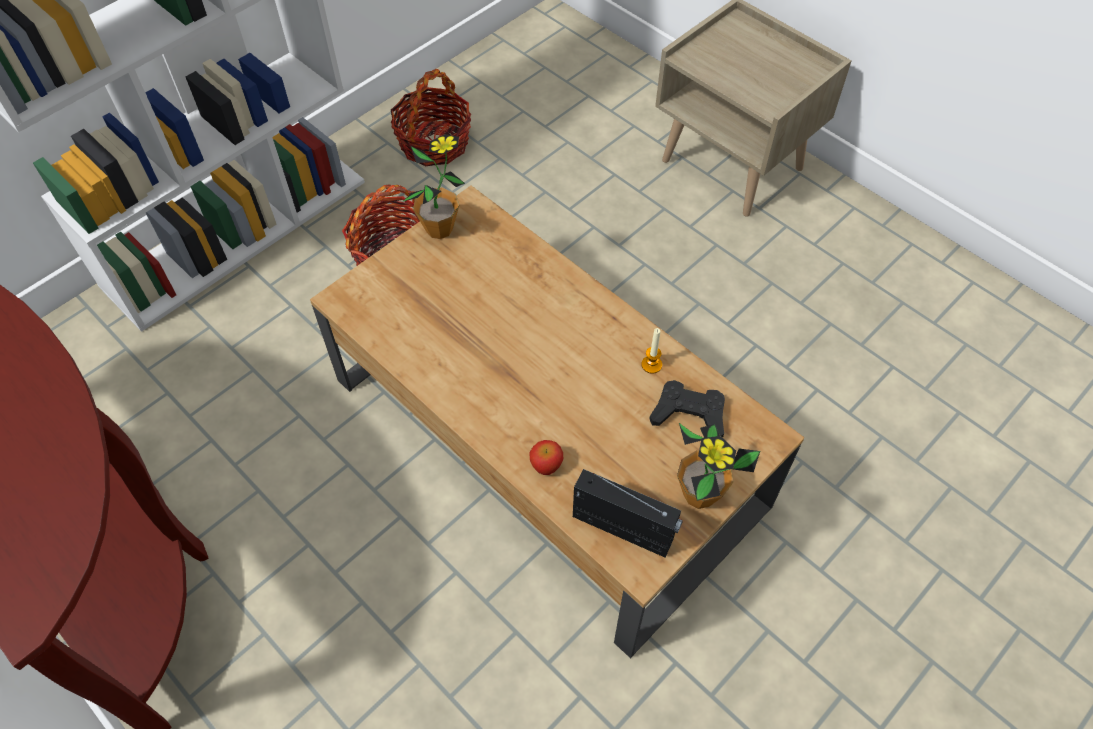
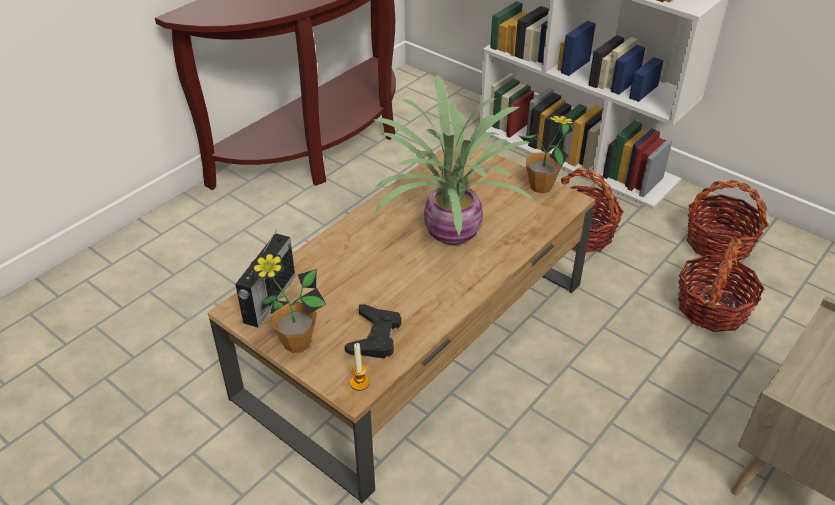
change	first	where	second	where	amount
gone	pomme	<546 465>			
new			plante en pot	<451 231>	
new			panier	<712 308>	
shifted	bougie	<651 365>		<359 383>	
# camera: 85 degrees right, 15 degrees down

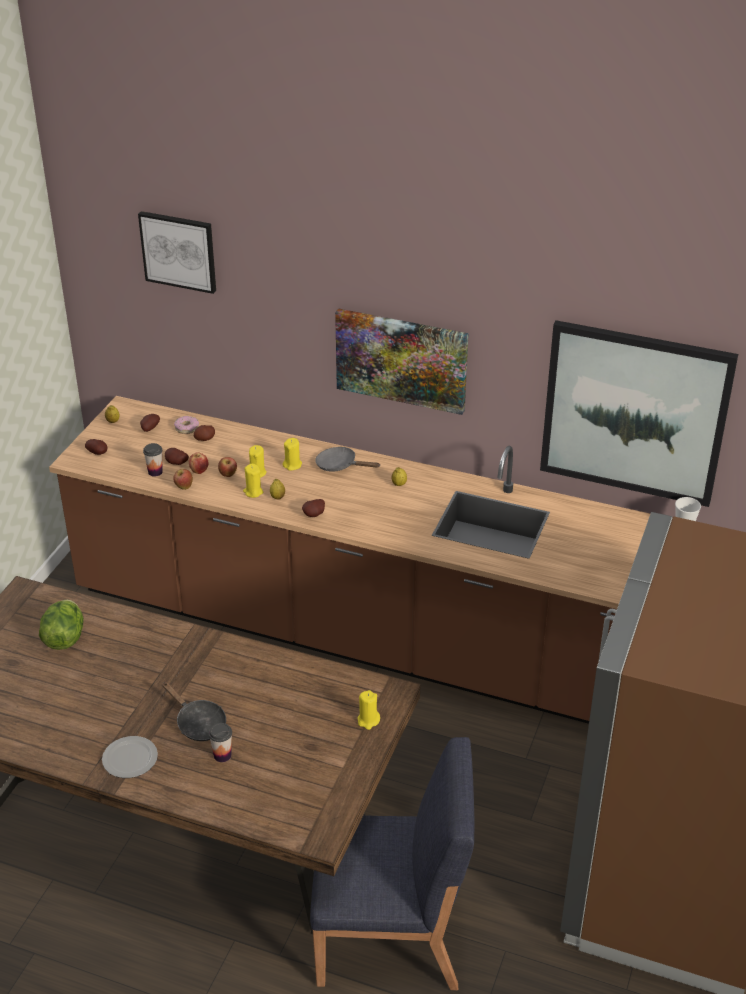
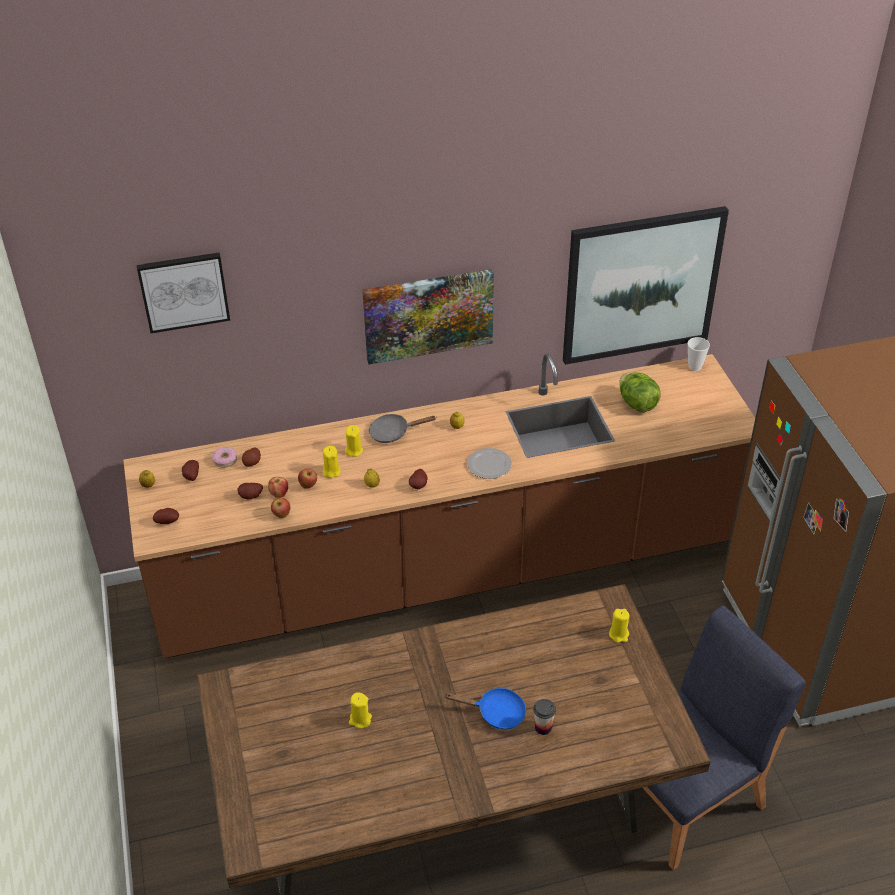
change	first	where	second	where	amount
gone	tasse	<155 472>			
shifted	laitue	<64 638>		<637 404>	
shifted	assiette	<131 758>		<489 464>	
shifted	bougie [jaune]	<253 492>		<360 719>	
repainted	poêle [noir]	<198 723>	poêle [bleu]	<496 713>	
# camera: 35 degrees left, 5 degrees up

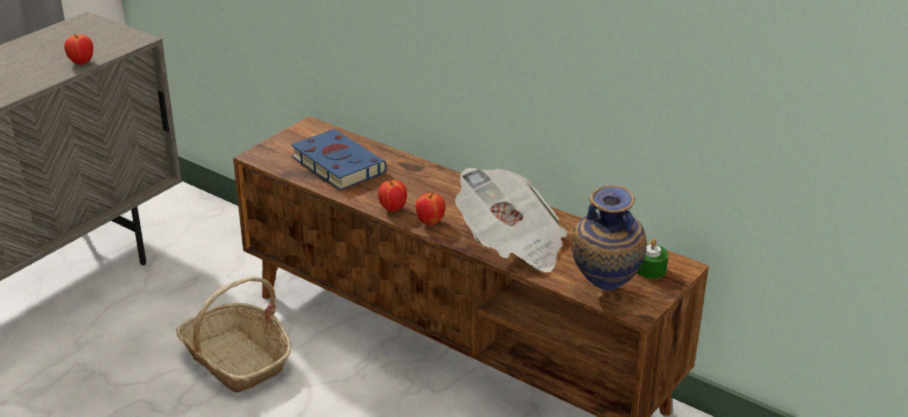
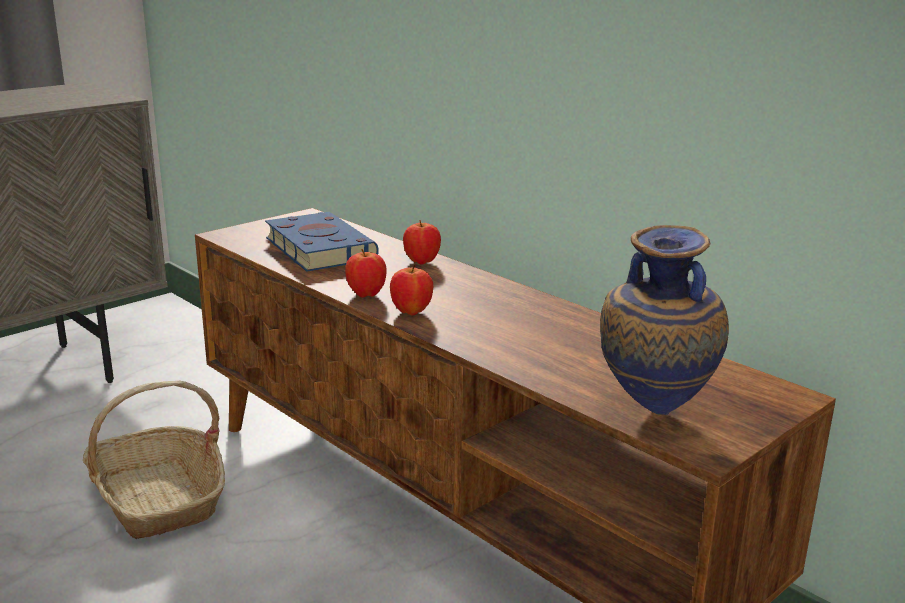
change	first	where	second	where	amount
gone	journal	<511 245>			
gone	bougie [vert]	<650 269>			
shifted	pomme	<81 62>		<421 262>	
# camera: 10 degrees right, 10 degrees down

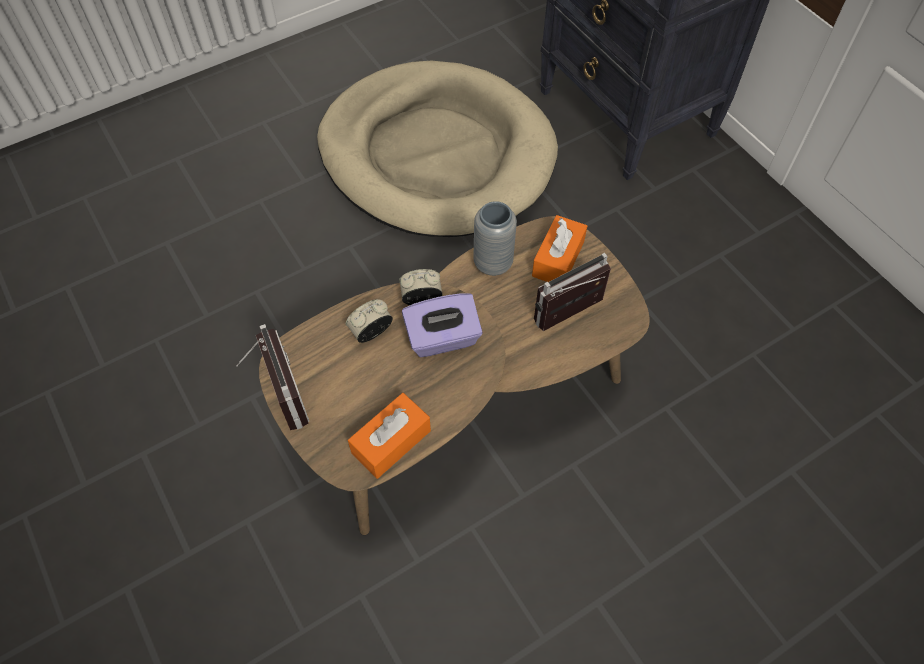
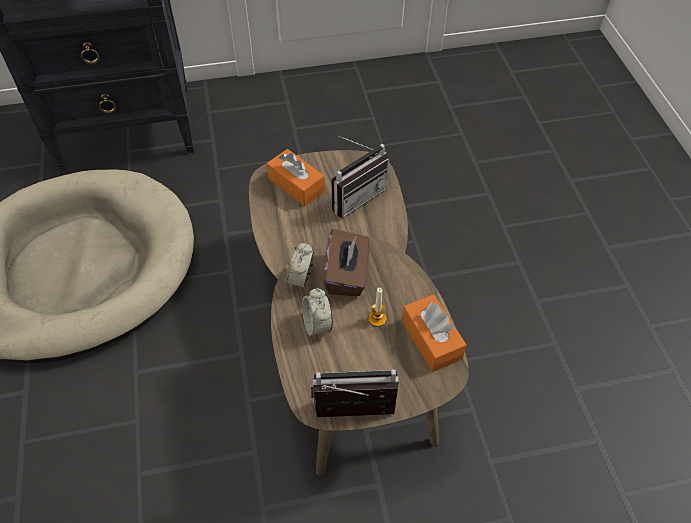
change	first	where	second	where	amount
gone	vase [gris]	<493 263>			
new			bougie	<377 319>	
repainted	boîte à mouchoirs [violet]	<443 338>	boîte à mouchoirs [marron]	<347 275>	
rotated	radio	<572 317>		<355 195>	120 degrees counterclockwise
# camera: 70 degrees left, 5 degrees down

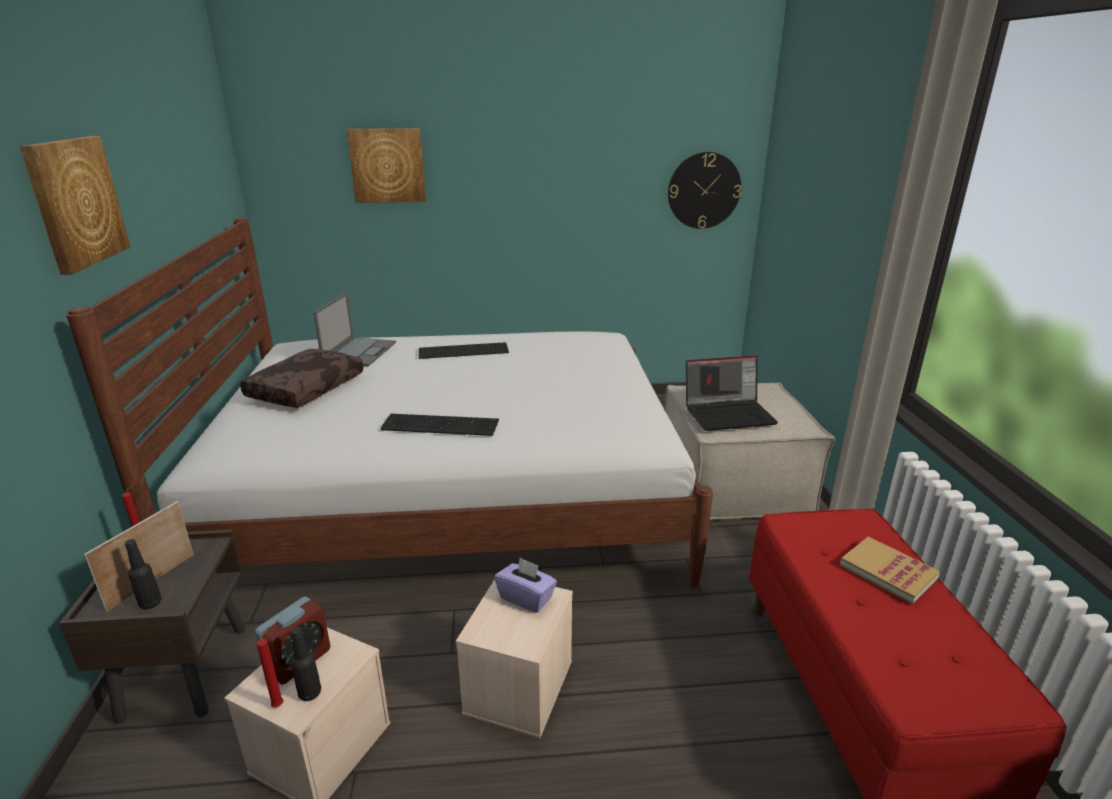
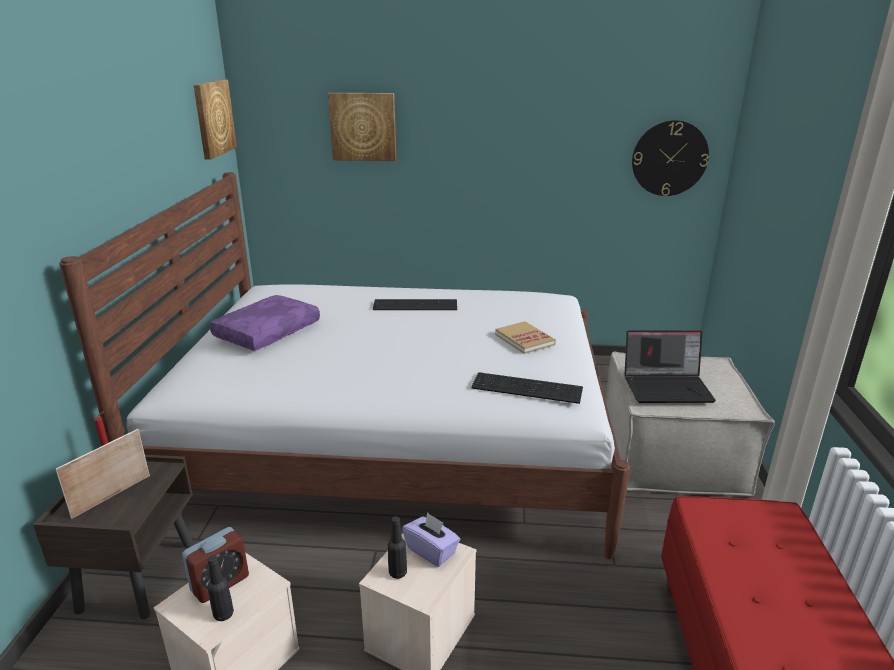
change	first	where	second	where	amount
gone	bougie [rouge]	<279 704>			
gone	ordinateur portable	<360 352>			
shifted	tableau	<75 202>		<213 118>	
shifted	bouteille [noir]	<150 603>		<398 573>	
shifted	clavier	<439 424>		<526 387>	
shifted	livre	<888 572>		<524 339>	
repainted	coussin [marron]	<306 388>	coussin [violet]	<267 332>	
# camera: 10 degrees right, 0 degrees up

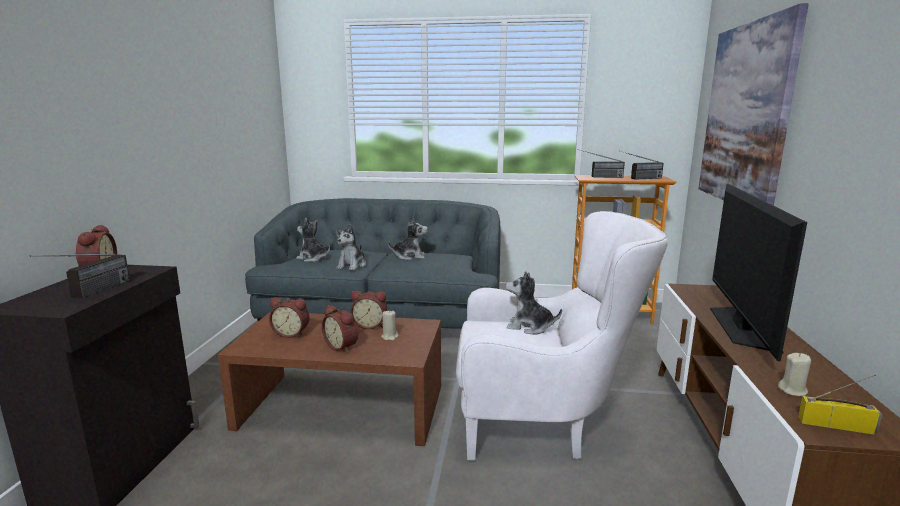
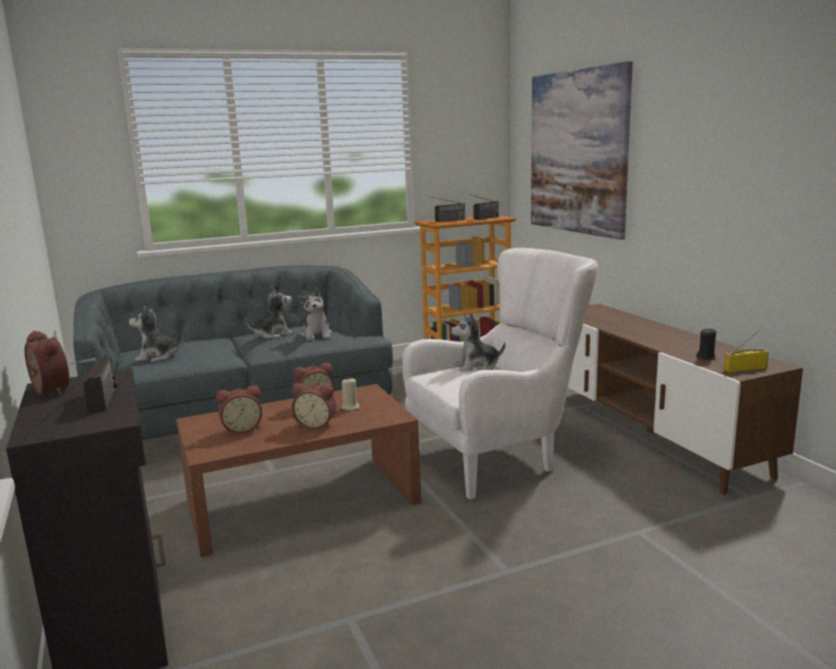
change	first	where	second	where	amount
gone	téléviseur	<741 326>			
shifted	peluche	<352 265>		<317 335>	
repainted	bougie [beige]	<792 390>	bougie [noir]	<706 357>	
# camera: 30 degrees left, 0 degrees up

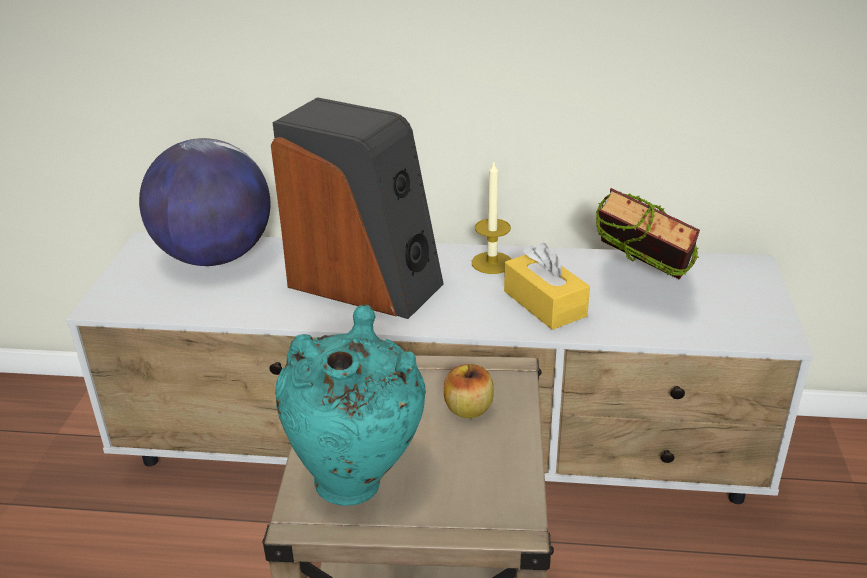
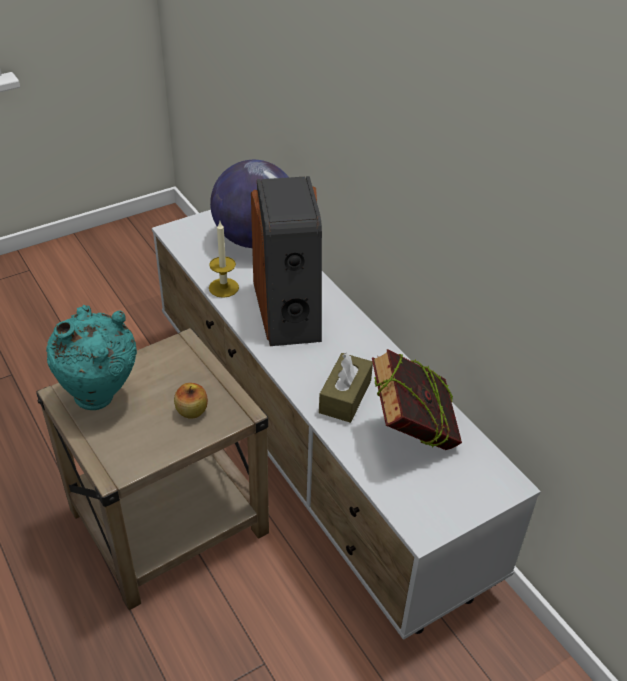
change	first	where	second	where	amount
shifted	bougie	<492 263>		<223 287>	
repainted	boîte à mouchoirs [jaune]	<544 304>	boîte à mouchoirs [marron]	<345 396>	
# camera: 50 degrees right, 10 degrees up

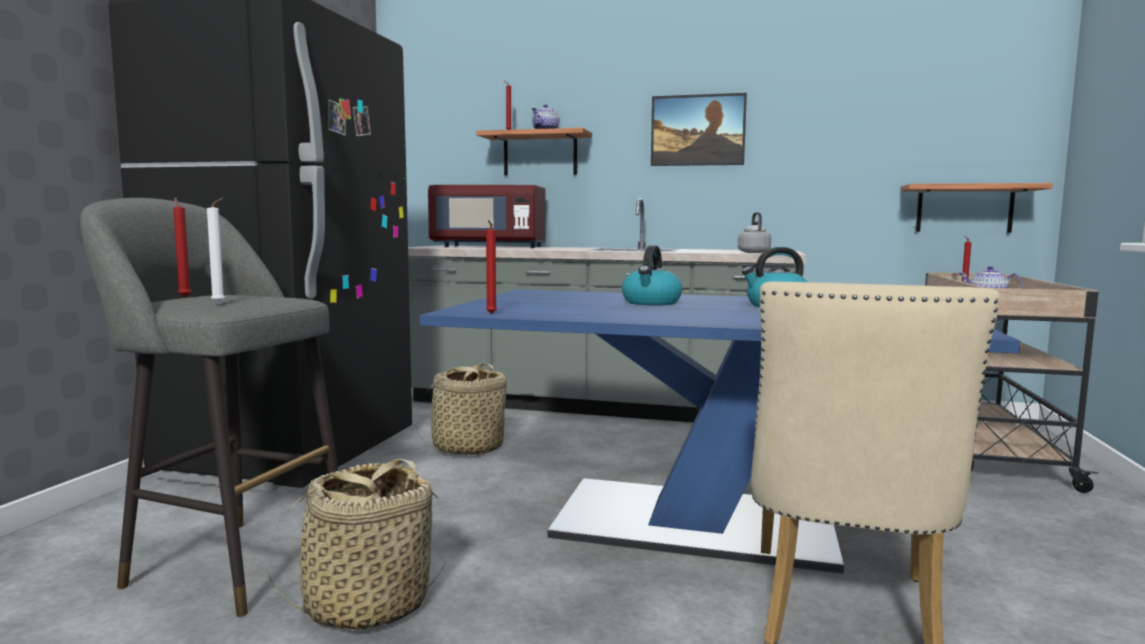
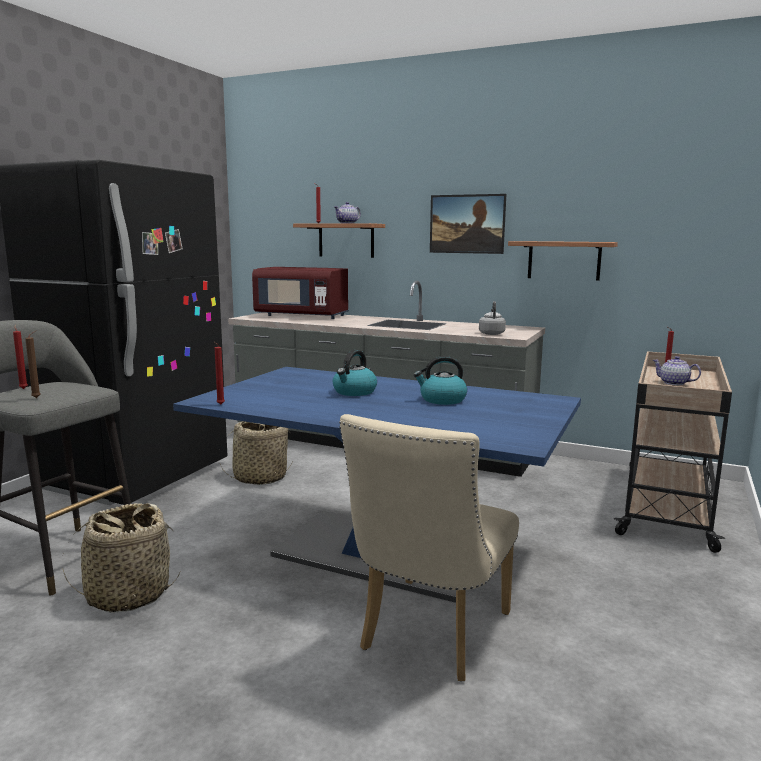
change	first	where	second	where	amount
shifted	étagère	<964 209>		<564 260>	
repainted	bougie [blanc]	<220 303>	bougie [marron]	<38 397>	
# camera: 10 degrees right, 5 degrees up

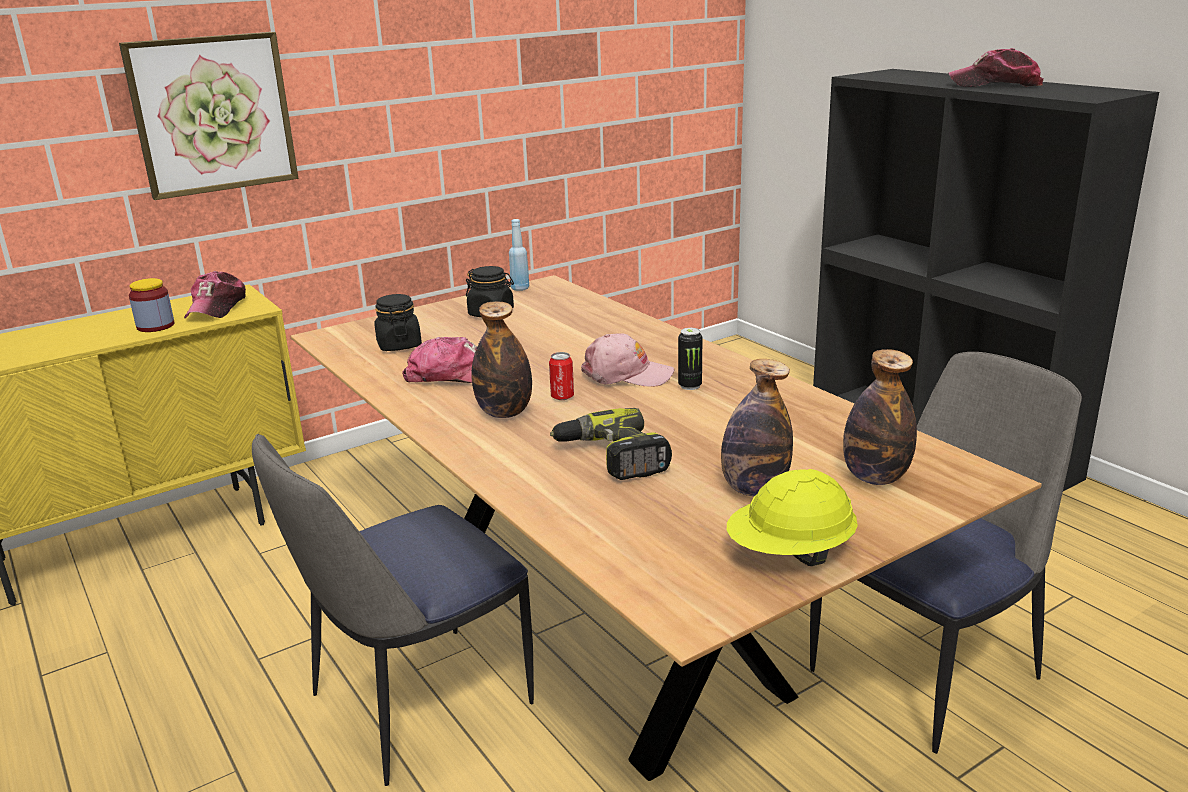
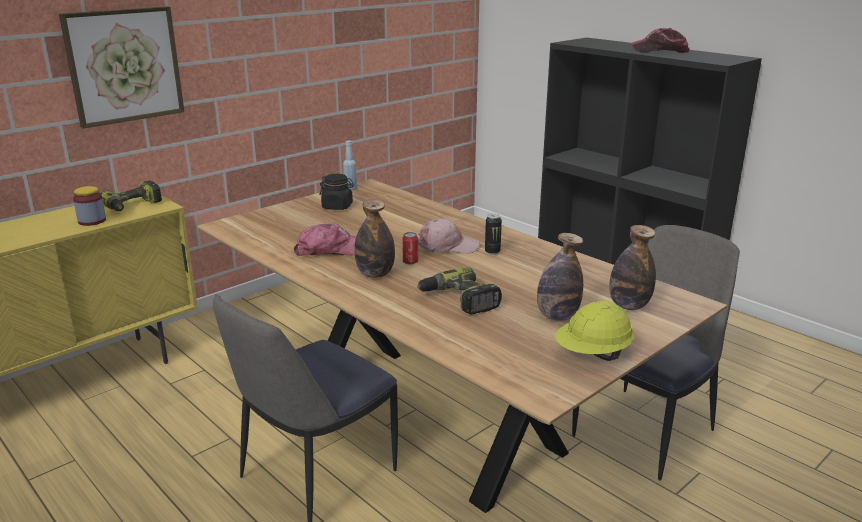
change	first	where	second	where	amount
gone	bocal [noir]	<399 345>			
swapped	casquette	<217 307>	perceuse	<133 206>	
# camera: 10 degrees left, 0 degrees up

